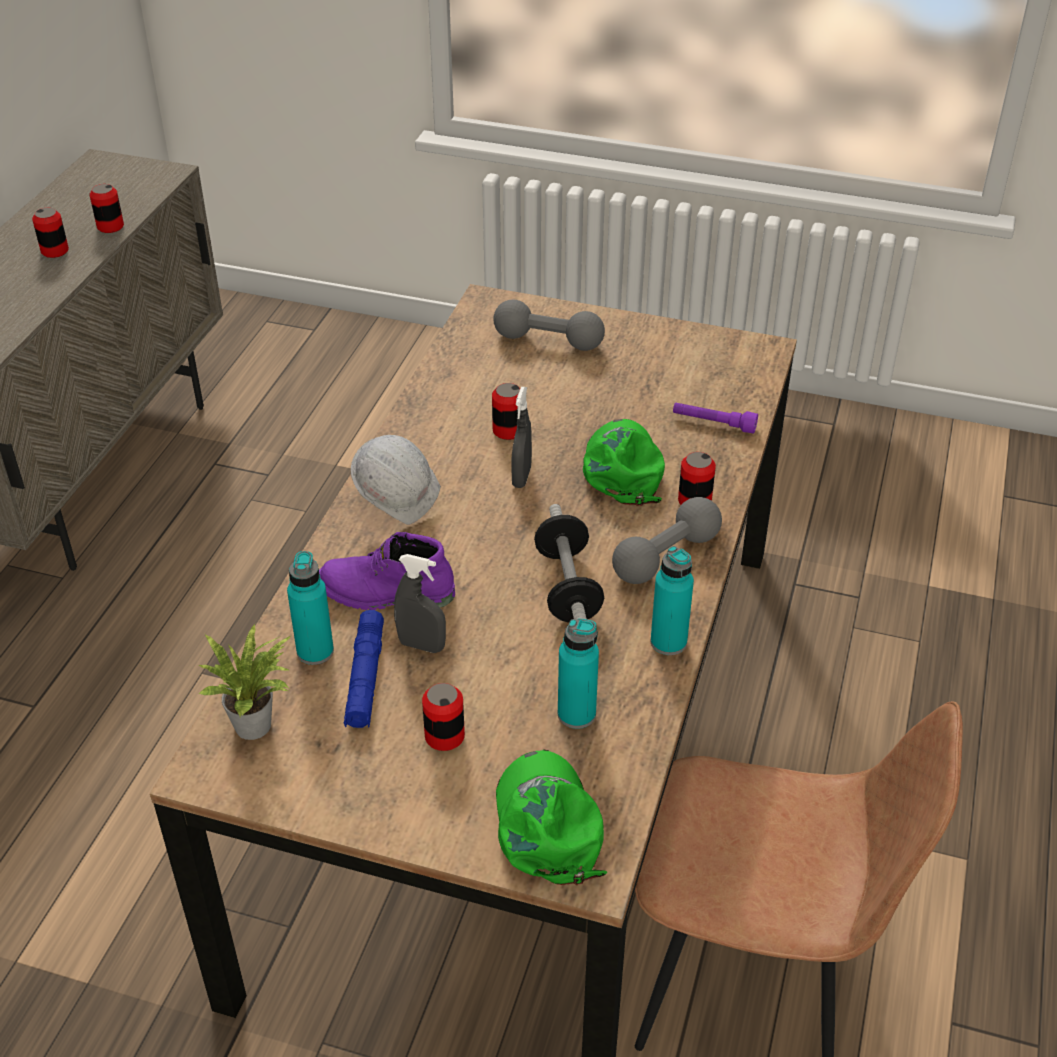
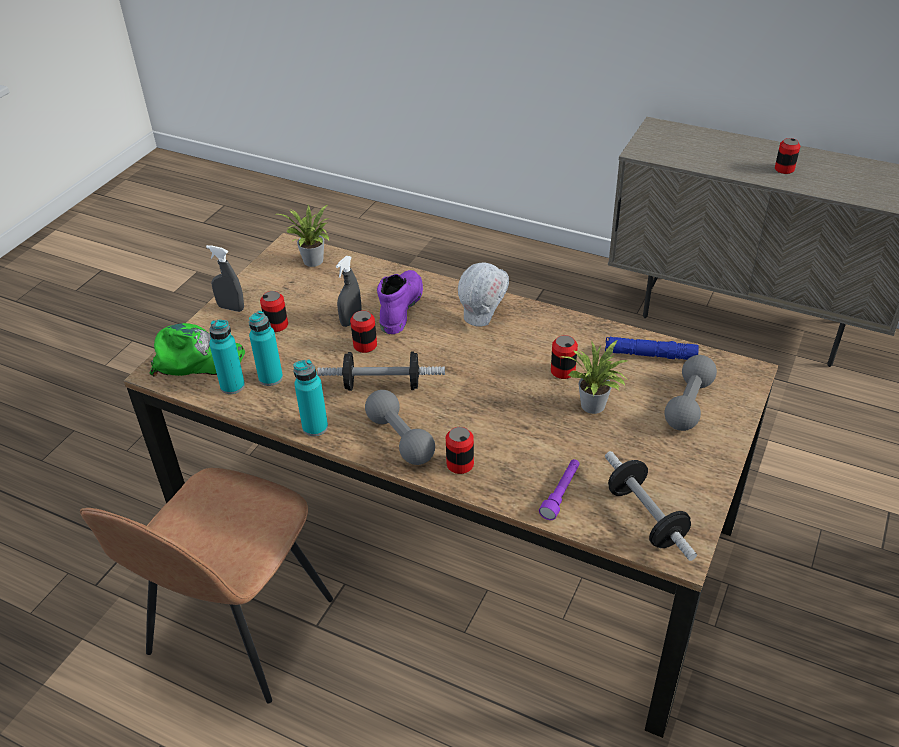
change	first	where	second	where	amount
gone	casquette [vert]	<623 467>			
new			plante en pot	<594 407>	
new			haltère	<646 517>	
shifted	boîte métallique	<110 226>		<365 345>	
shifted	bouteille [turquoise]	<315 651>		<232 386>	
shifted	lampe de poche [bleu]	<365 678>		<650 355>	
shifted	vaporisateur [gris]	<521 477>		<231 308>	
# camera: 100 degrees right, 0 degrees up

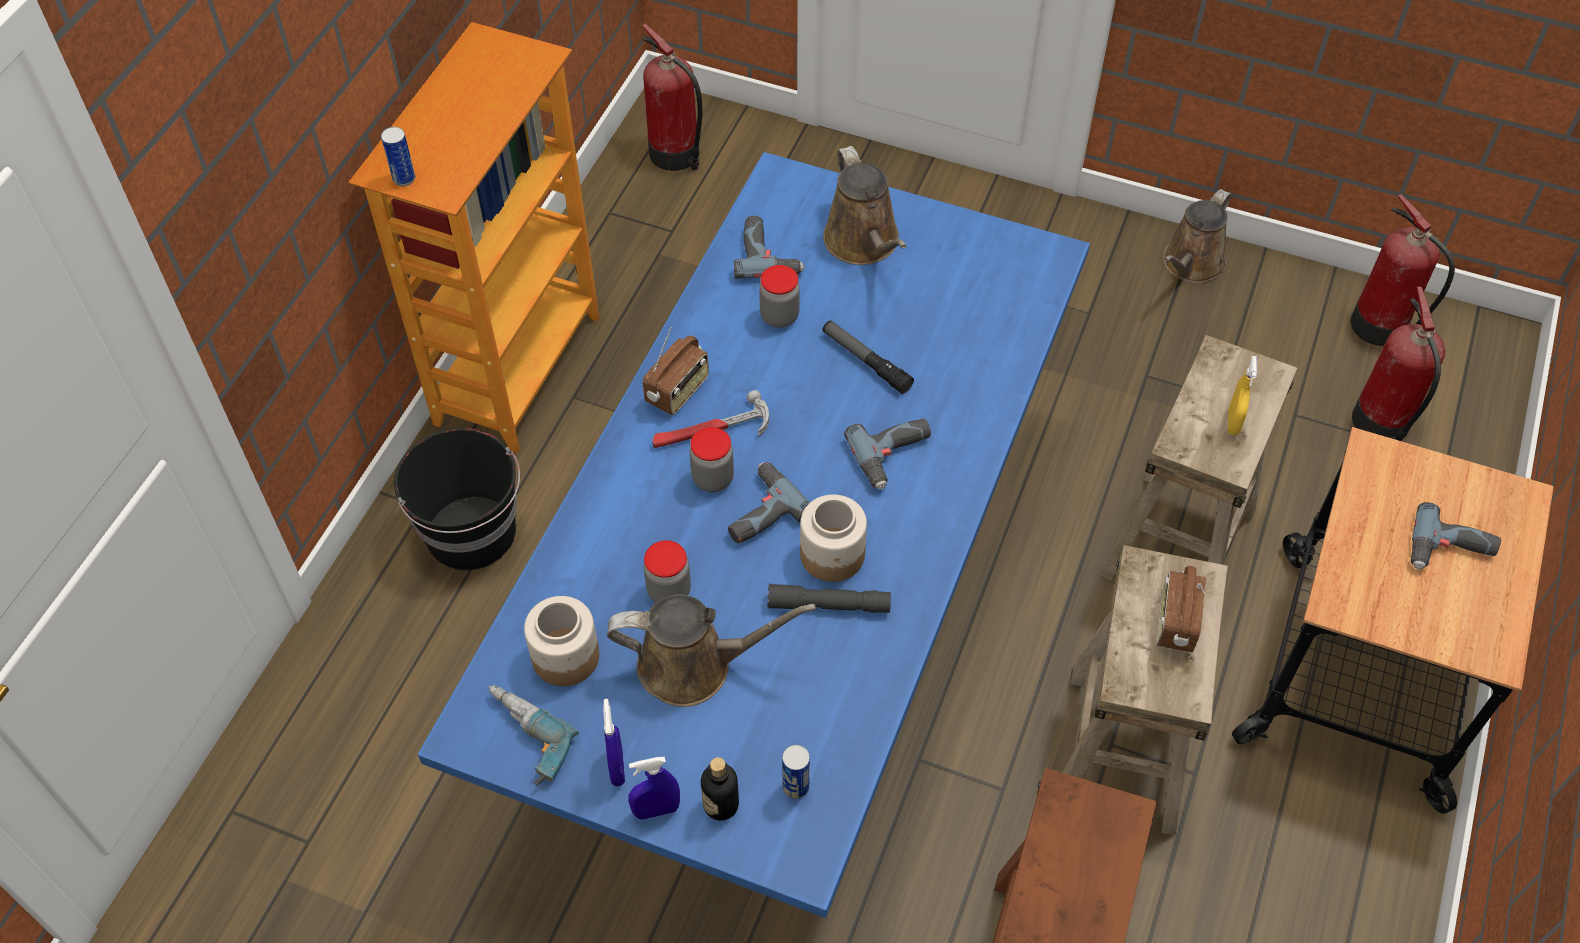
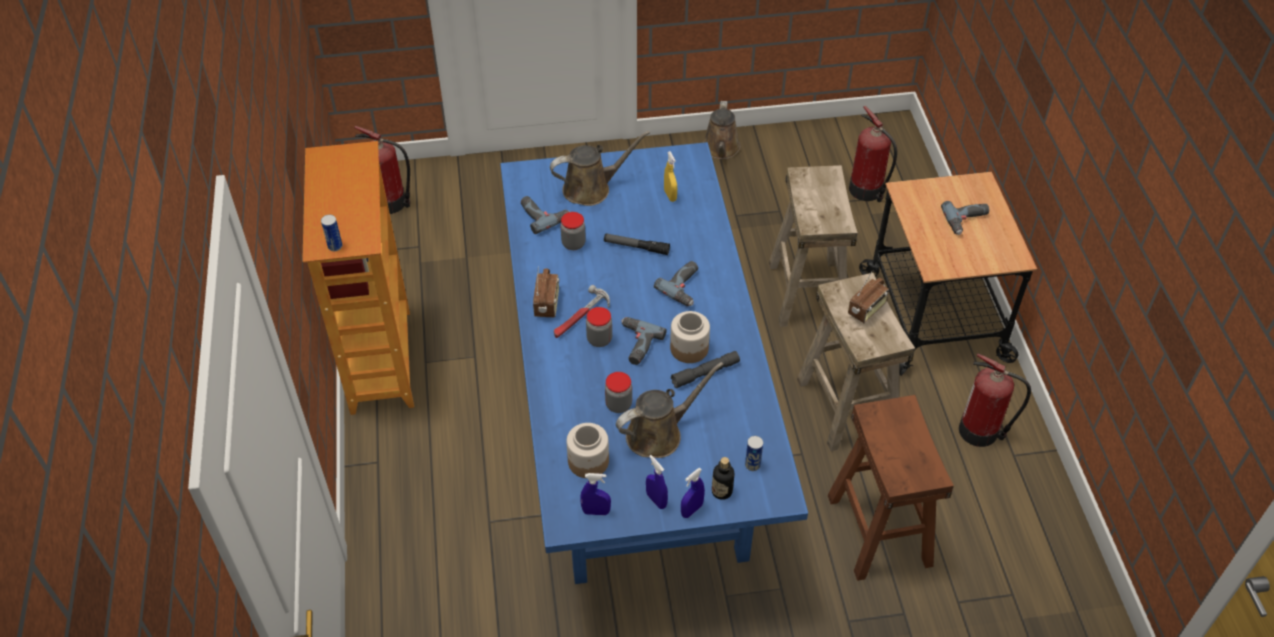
change	first	where	second	where	amount
gone	seau [noir]	<472 533>			
shifted	vaporisateur [jaune]	<1233 422>		<670 195>	
shifted	extincteur	<1381 327>		<981 431>	
swapped	perceuse	<521 739>	vaporisateur [bleu]	<596 512>	
rotated	arrosoir [marron]	<864 243>		<591 188>	60 degrees counterclockwise
rotated	radio	<1175 623>		<867 310>	120 degrees counterclockwise
# camera: 30 degrees left, 5 degrees down

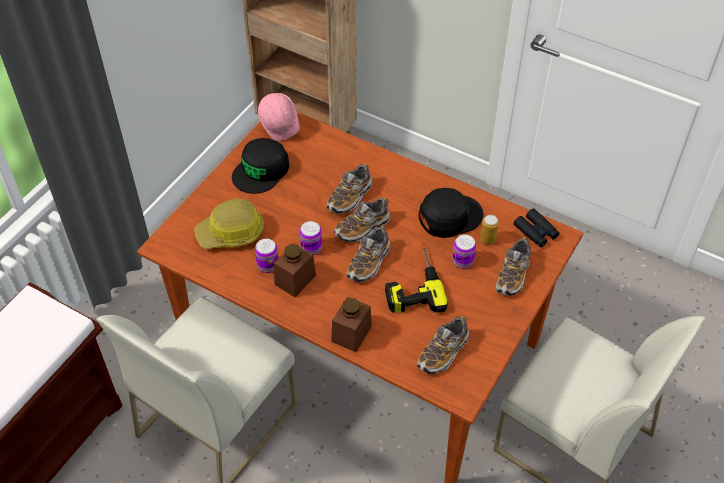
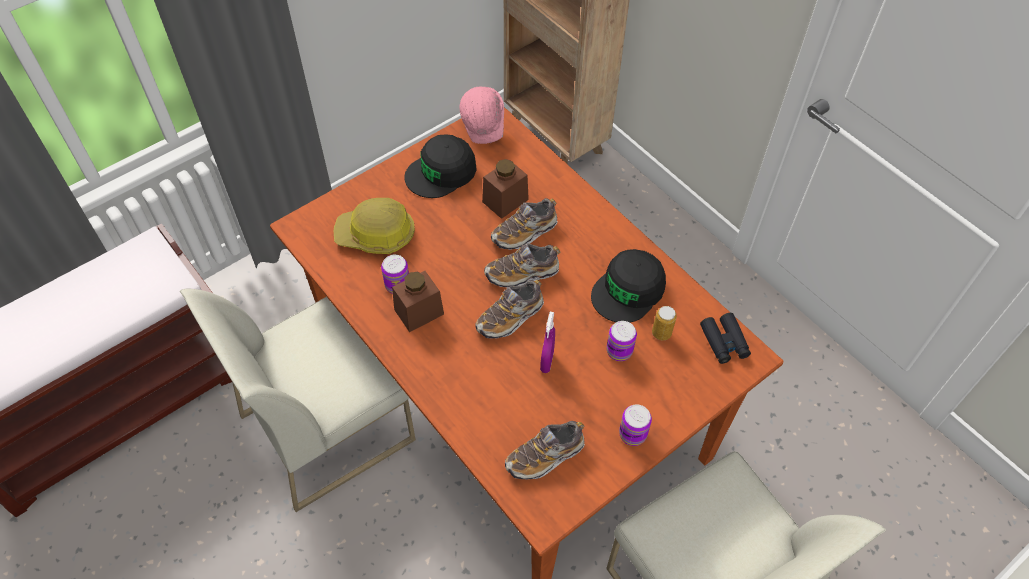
change	first	where	second	where	amount
gone	chaussure	<513 275>			
shifted	boîte métallique	<311 248>		<632 434>	
shifted	bocal [marron]	<351 334>		<505 200>	
swapped	perceuse	<412 285>	vaporisateur [violet]	<547 361>	
rotated	casquette [noir]	<449 216>		<629 290>	135 degrees clockwise
# camera: 20 degrees right, 5 degrees up

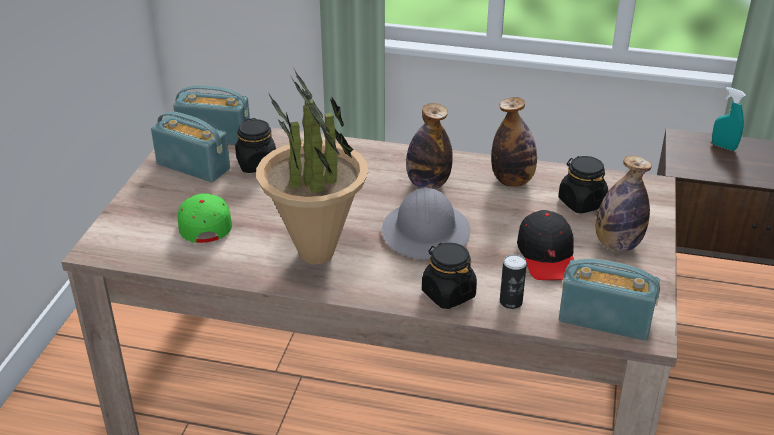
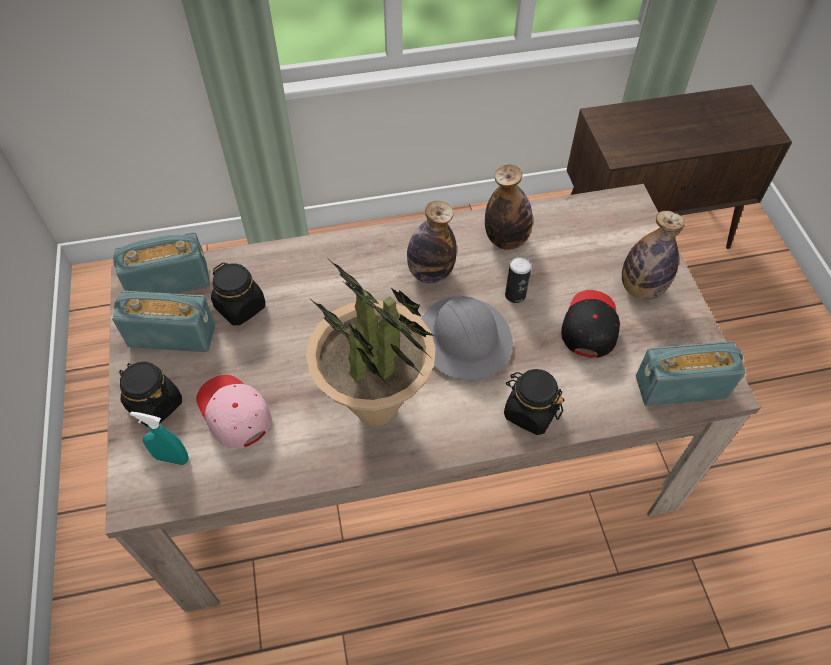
change	first	where	second	where	amount
shifted	boîte métallique	<511 302>		<515 295>	
shifted	bocal [noir]	<581 202>		<154 404>	
shifted	vaporisateur [turquoise]	<723 147>		<172 458>	
repainted	casquette [vert]	<204 223>	casquette [rose]	<233 413>	
rotated	casquette [noir]	<547 255>		<589 326>	135 degrees counterclockwise
# camera: 25 degrees left, 20 degrees up

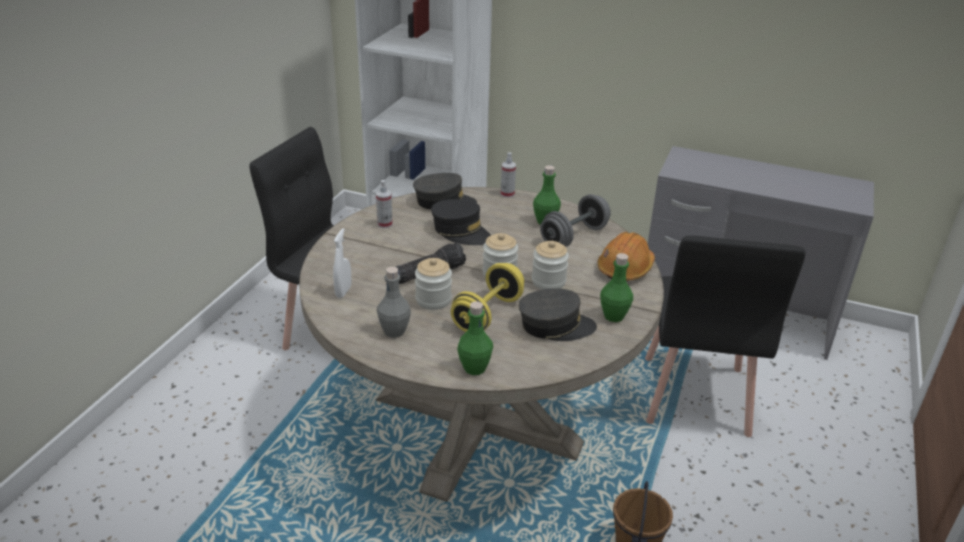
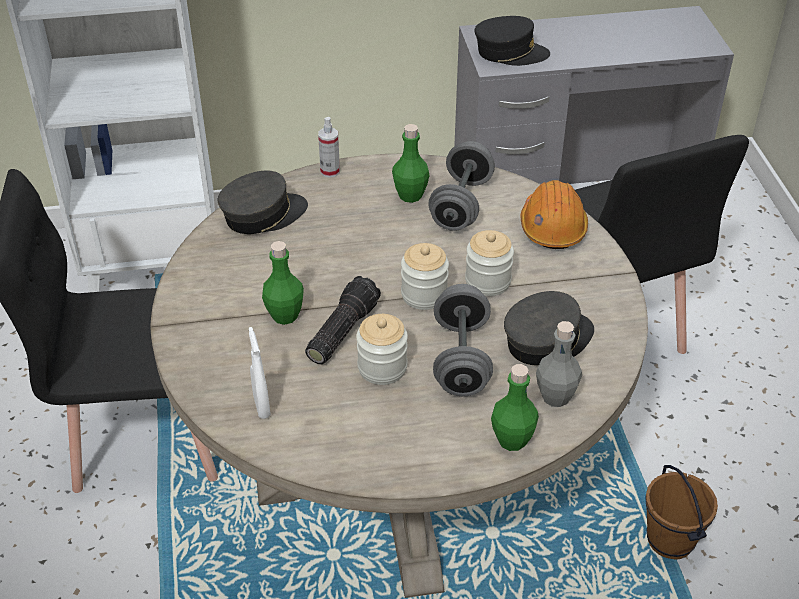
change	first	where	second	where	amount
gone	vaporisateur	<385 224>			
shifted	bouteille [gris]	<394 331>		<555 396>	
shifted	casquette [noir]	<460 231>		<510 52>	
shifted	bouteille [vert]	<614 316>		<285 315>	
repainted	haltère [jaune]	<487 314>	haltère [gris]	<461 358>	
# camera: 30 degrees left, 10 degrees up

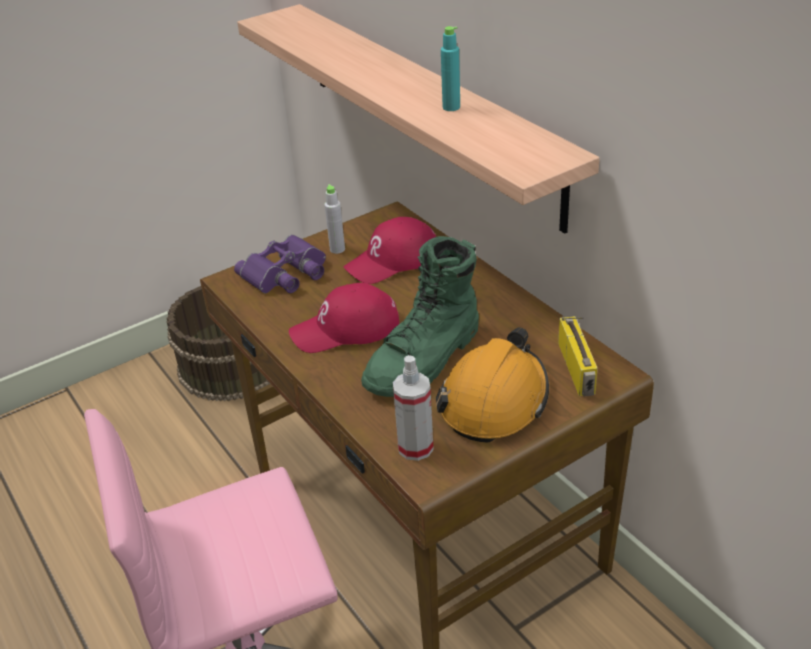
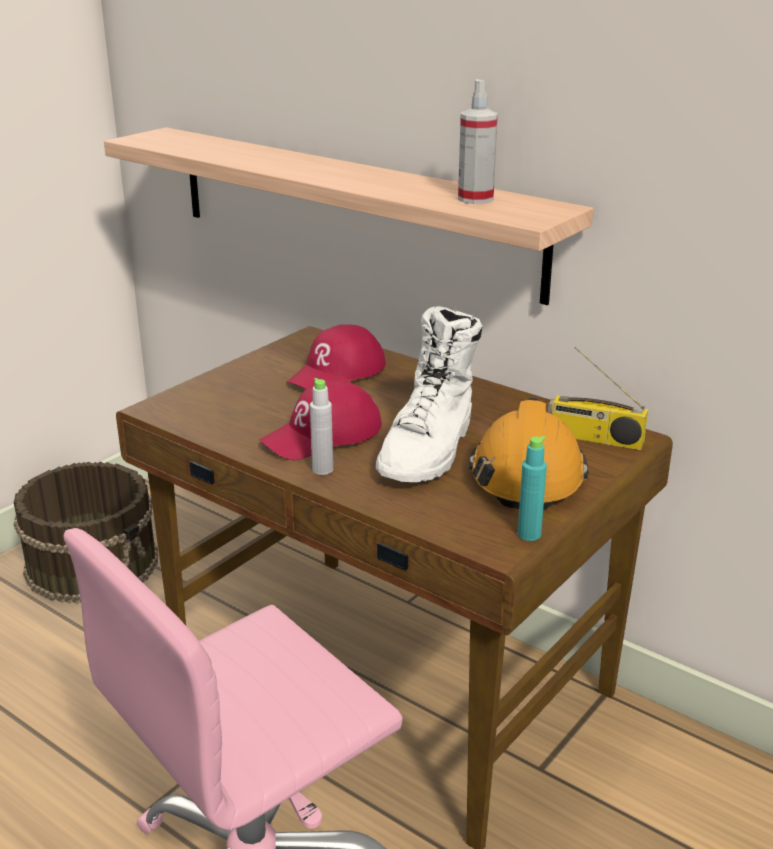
change	first	where	second	where	amount
gone	jumelles [violet]	<286 273>			
shifted	bouteille [gris]	<337 249>		<322 469>	
shifted	vaporisateur	<415 447>		<475 199>	
shifted	bouteille [turquoise]	<451 107>		<529 534>	
repainted	botte [vert]	<425 360>	botte [blanc]	<430 450>	
rotated	radio	<577 369>		<594 438>	135 degrees clockwise
# camera: 20 degrees left, 10 degrees down

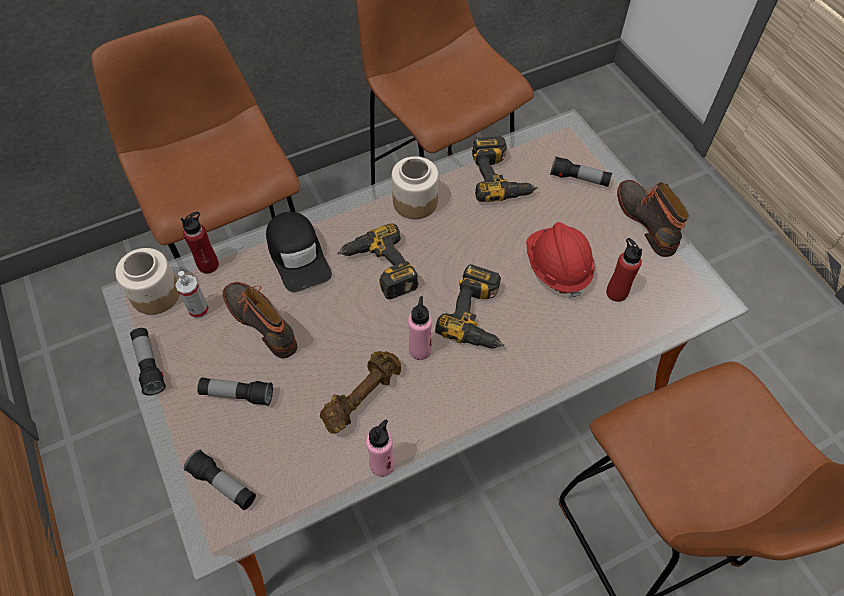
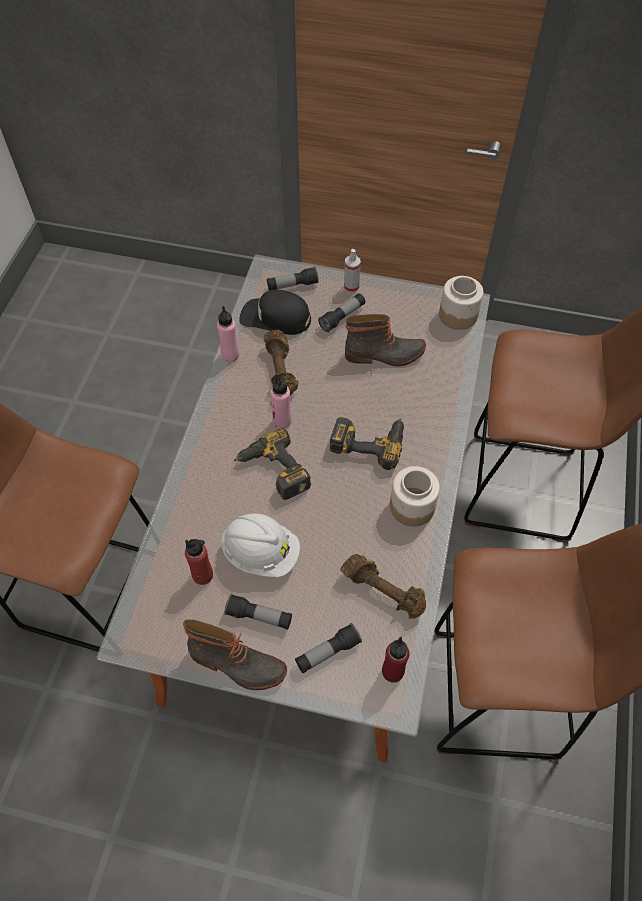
change	first	where	second	where	amount
shifted	lampe de poche	<149 365>		<259 616>	
shifted	vaporisateur	<199 309>		<351 287>	
shifted	bouteille [rouge]	<208 265>		<392 671>	
shifted	casquette [noir]	<298 255>		<275 318>	
swapped	perceuse	<501 177>	haltère [marron]	<383 590>	
repainted	casque de chantier [rouge]	<557 268>	casque de chantier [blanc]	<261 553>	
# camera: 130 degrees right, 0 degrees up

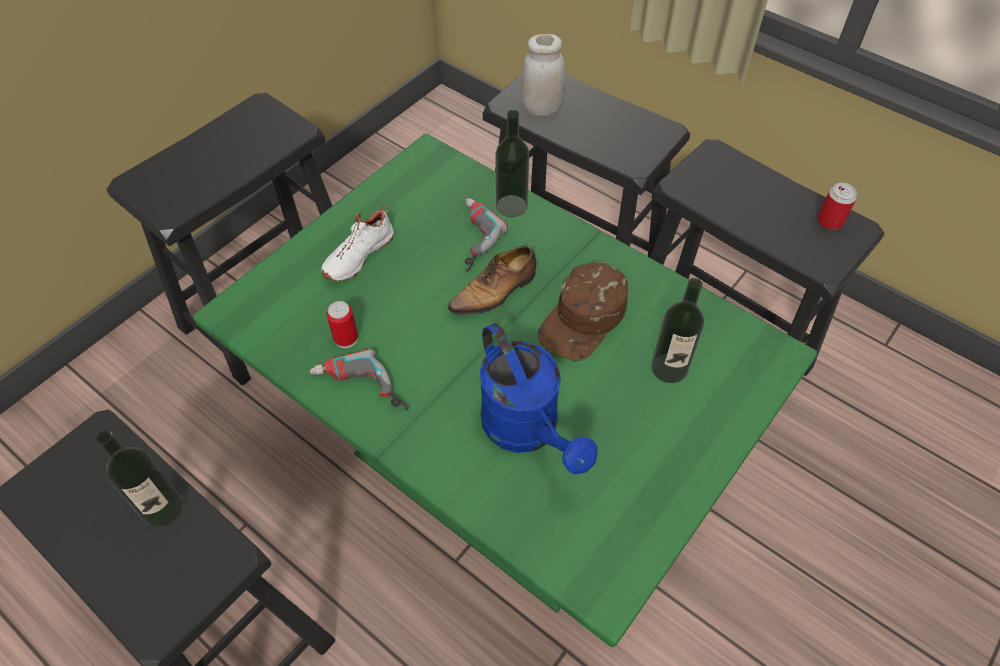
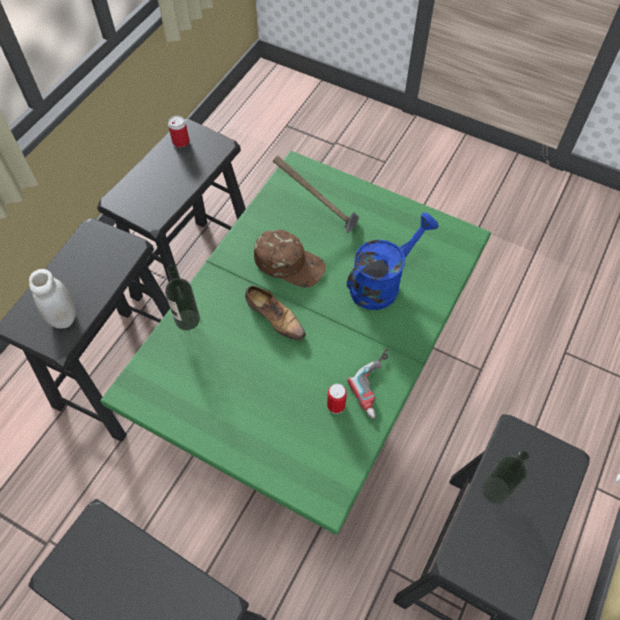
change	first	where	second	where	amount
gone	chaussure [blanc]	<357 255>			
gone	perceuse	<468 237>			
swapped	bouteille	<669 368>	marteau	<319 216>	
# camera: 100 degrees left, 5 degrees up

